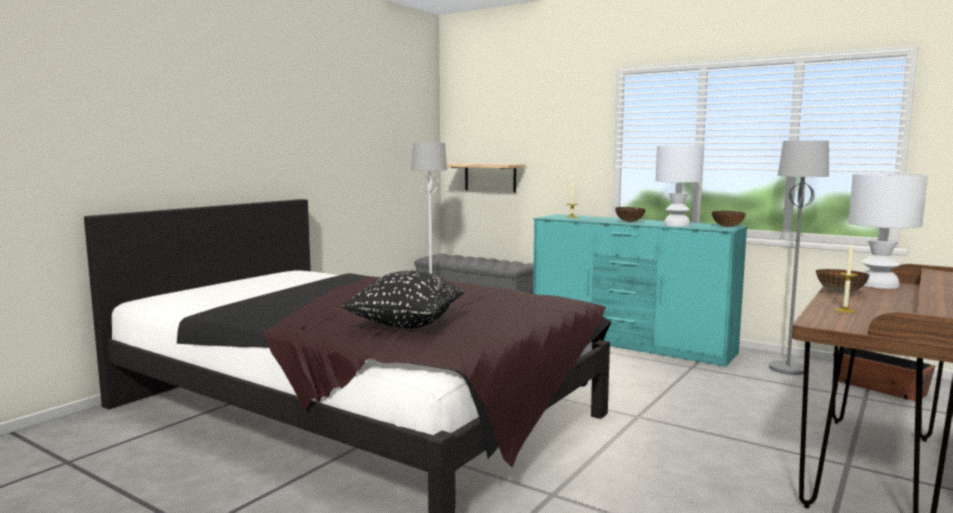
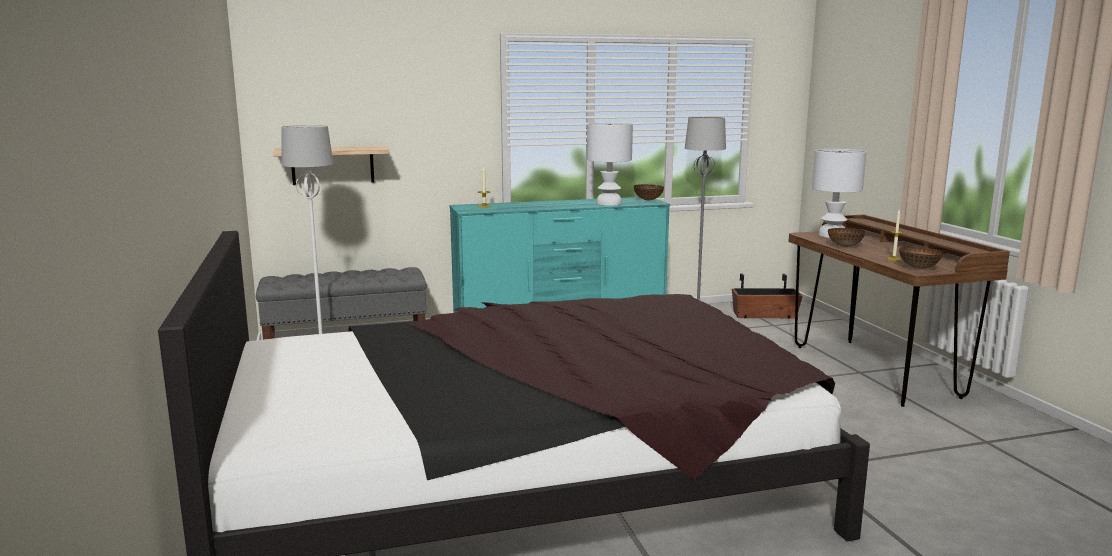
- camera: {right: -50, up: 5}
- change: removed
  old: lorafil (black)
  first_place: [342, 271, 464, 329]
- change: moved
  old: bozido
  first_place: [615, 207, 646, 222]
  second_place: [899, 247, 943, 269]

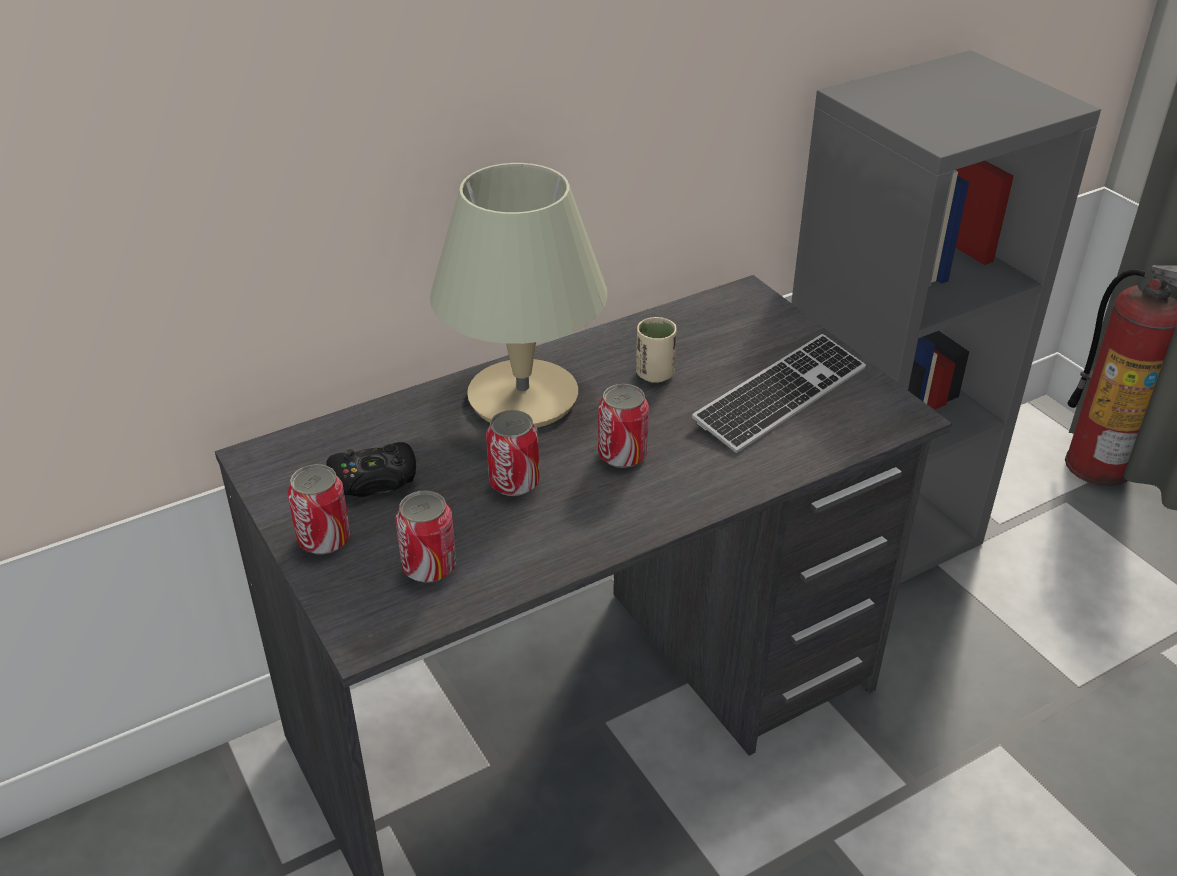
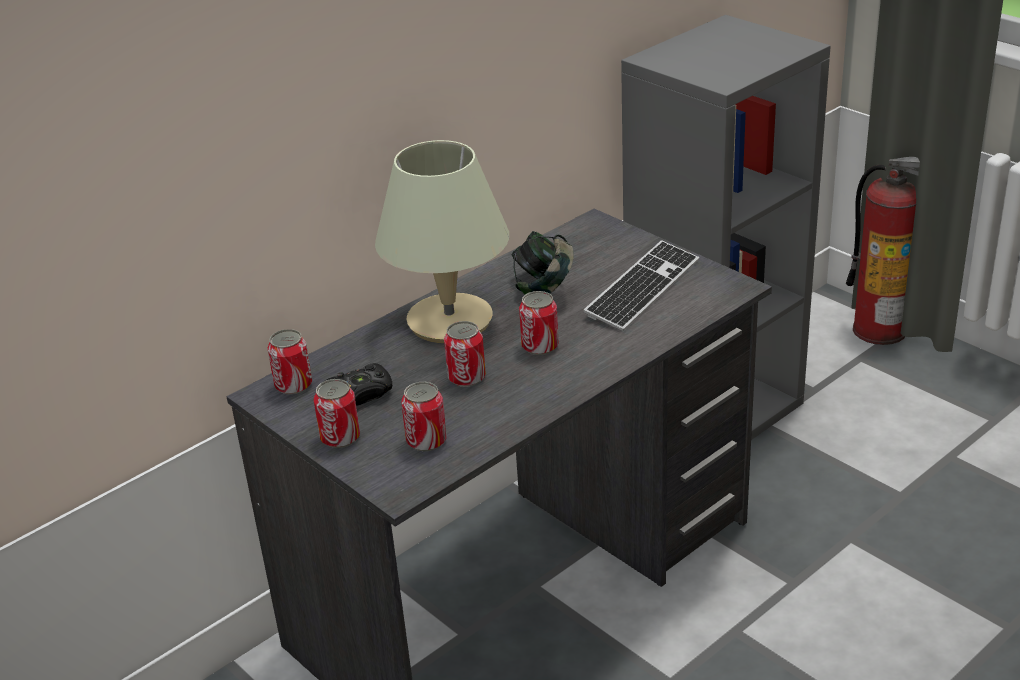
- camera: {right: -10, up: -5}
- change: replaced
  old: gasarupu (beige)
  new: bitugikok
  first_place: [636, 317, 677, 383]
  second_place: [511, 231, 574, 295]
- change: added
  new: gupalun
  second_place: [268, 329, 312, 395]

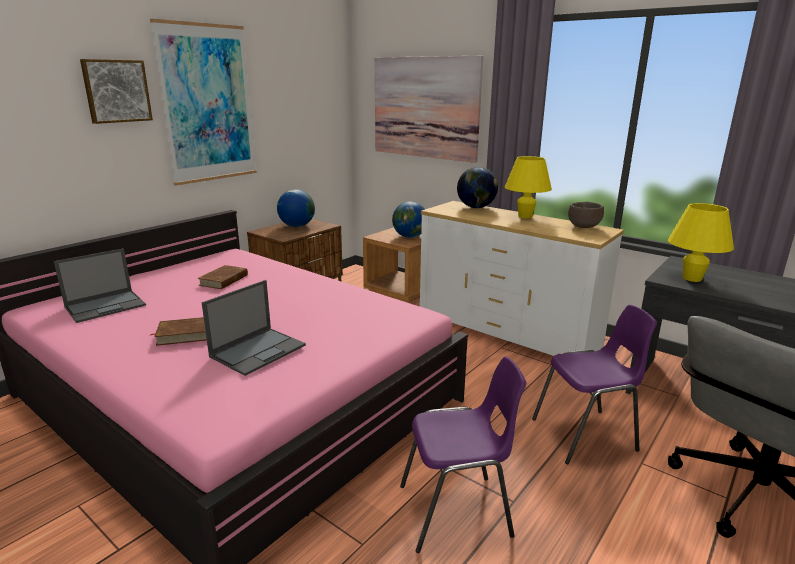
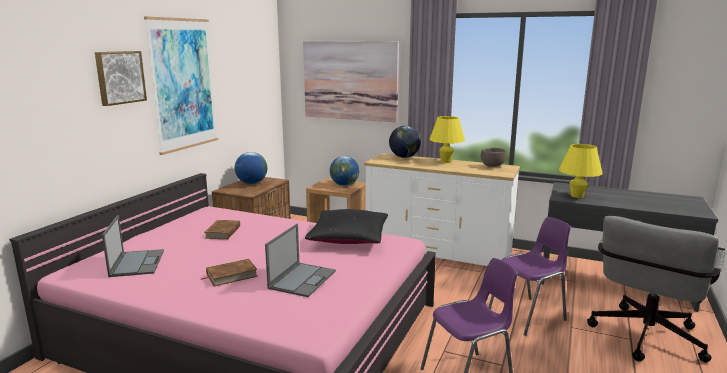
- camera: {right: -15, up: -5}
- change: turned
  old: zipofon
  first_place: [54, 248, 146, 323]
  second_place: [102, 215, 164, 277]
  degrees: -45
- change: added
  new: lorafil (black)
  second_place: [305, 209, 388, 244]

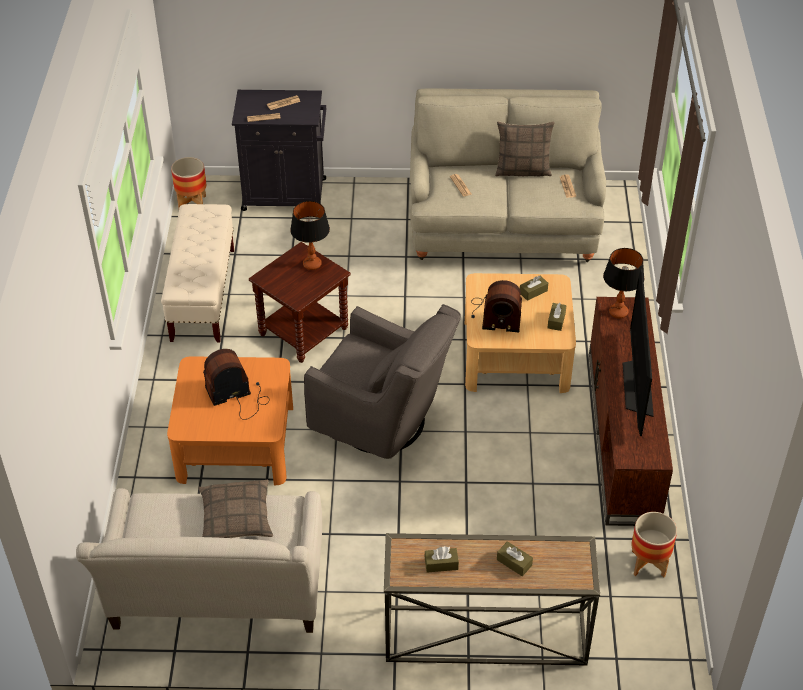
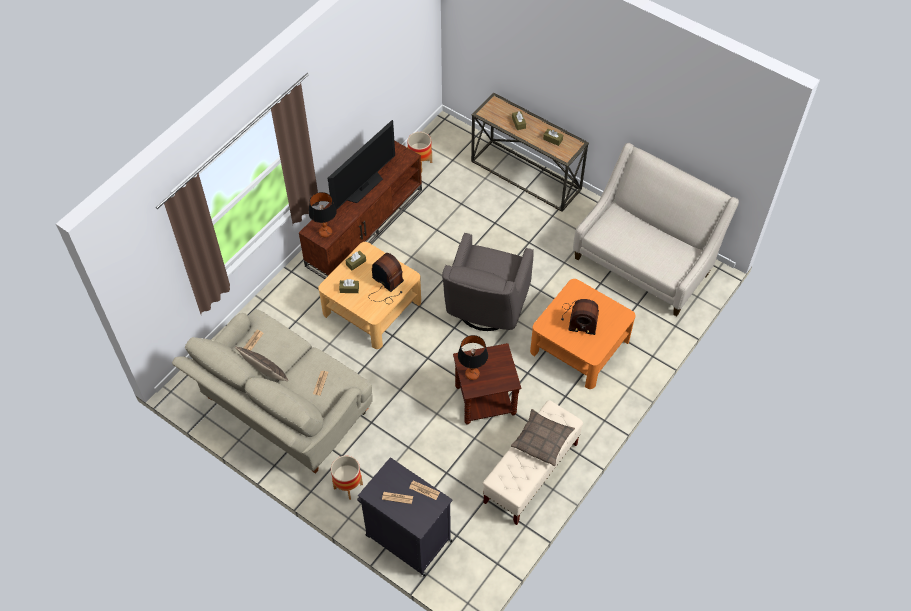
- camera: {right: -145, up: 10}
- change: moved
  old: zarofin
  first_place: [171, 157, 206, 208]
  second_place: [331, 456, 363, 500]
- change: moved
  old: lorafil
  first_place: [198, 480, 273, 538]
  second_place: [511, 409, 575, 466]
- change: turned
  old: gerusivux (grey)
  first_place: [304, 304, 461, 459]
  second_place: [442, 232, 534, 331]
  degrees: -135

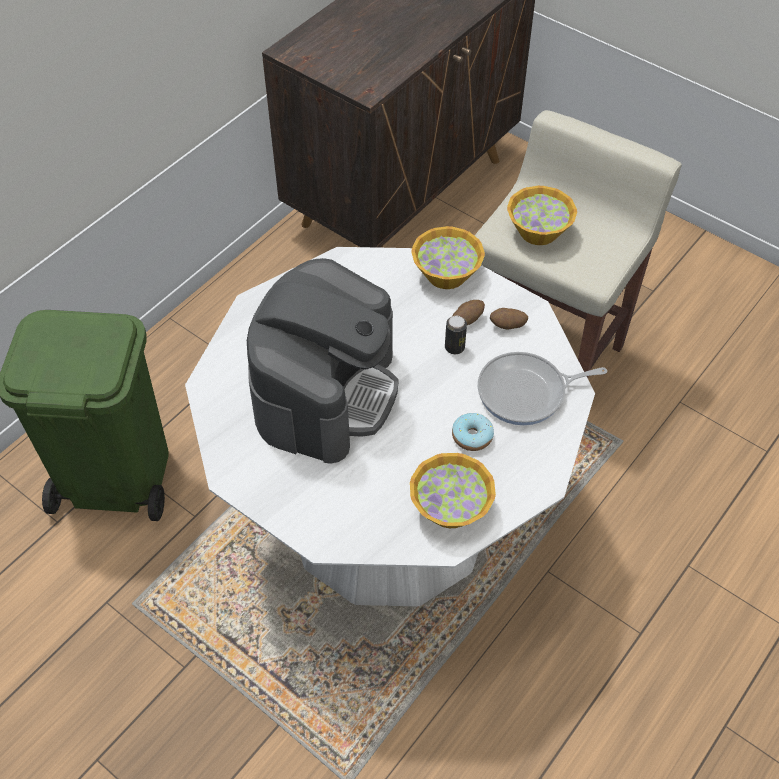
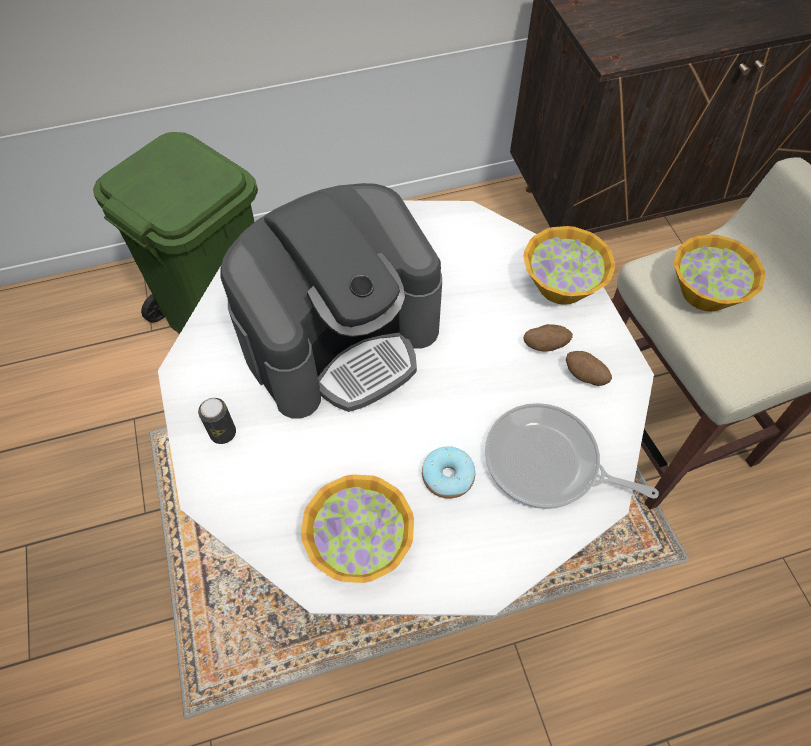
- camera: {right: 35, up: 5}
- change: moved
  old: gupalun
  first_place: [445, 316, 467, 354]
  second_place: [198, 398, 236, 444]

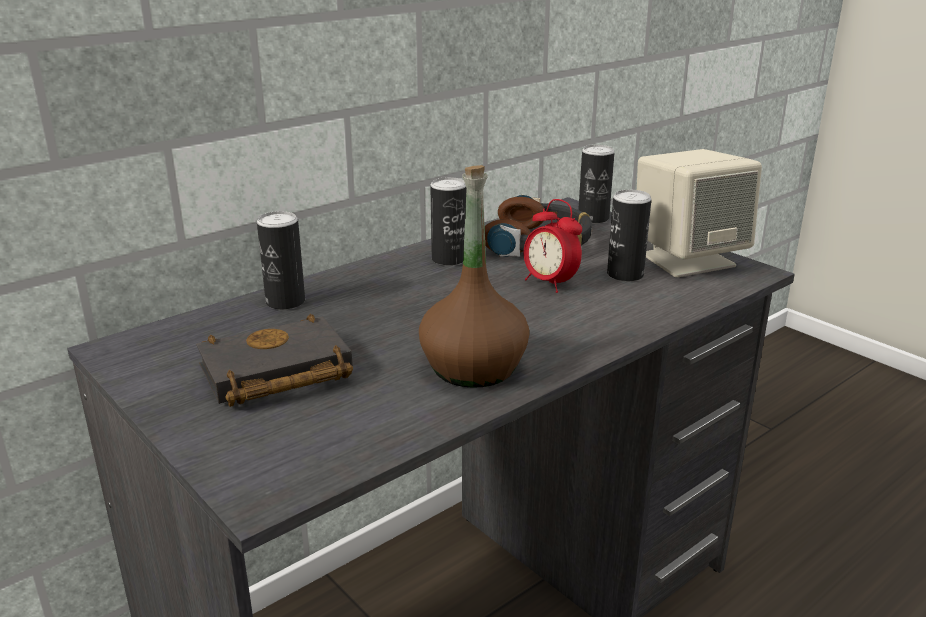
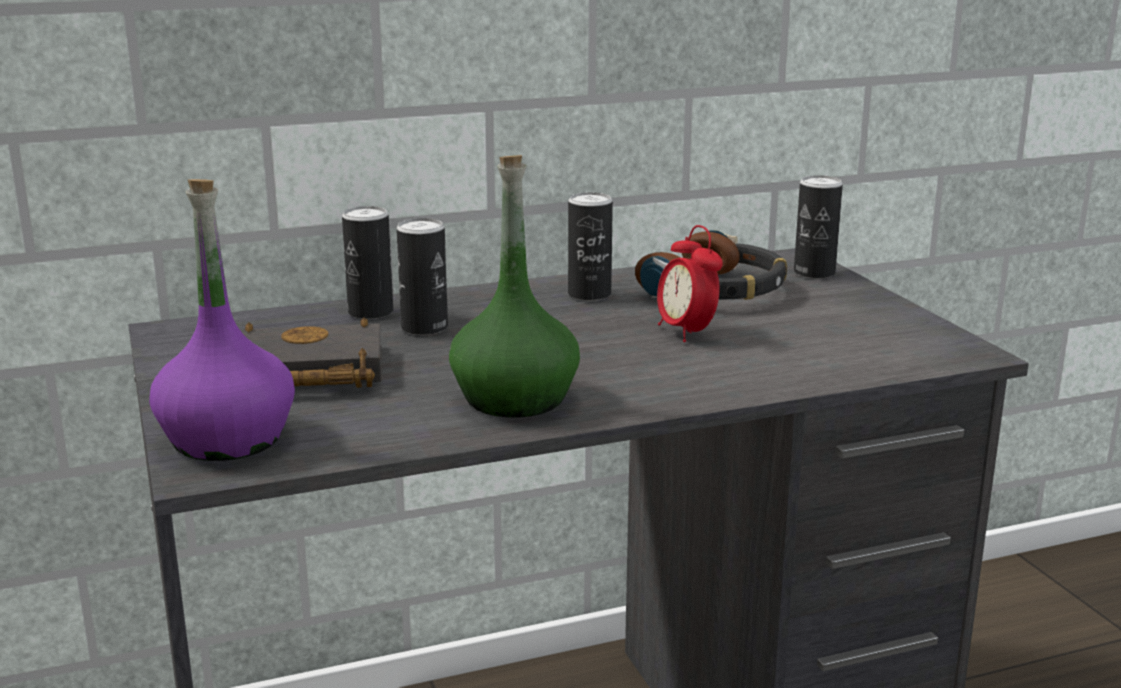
- camera: {right: 20, up: -5}
- change: recoloured
  old: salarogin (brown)
  new: salarogin (green)
  first_place: [419, 165, 530, 388]
  second_place: [449, 155, 580, 417]
- change: moved
  old: gupalun
  first_place: [607, 190, 652, 282]
  second_place: [396, 218, 448, 335]
- change: removed
  old: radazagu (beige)
  first_place: [637, 149, 762, 278]
- change: added
  new: salarogin (purple)
  second_place: [149, 179, 295, 461]

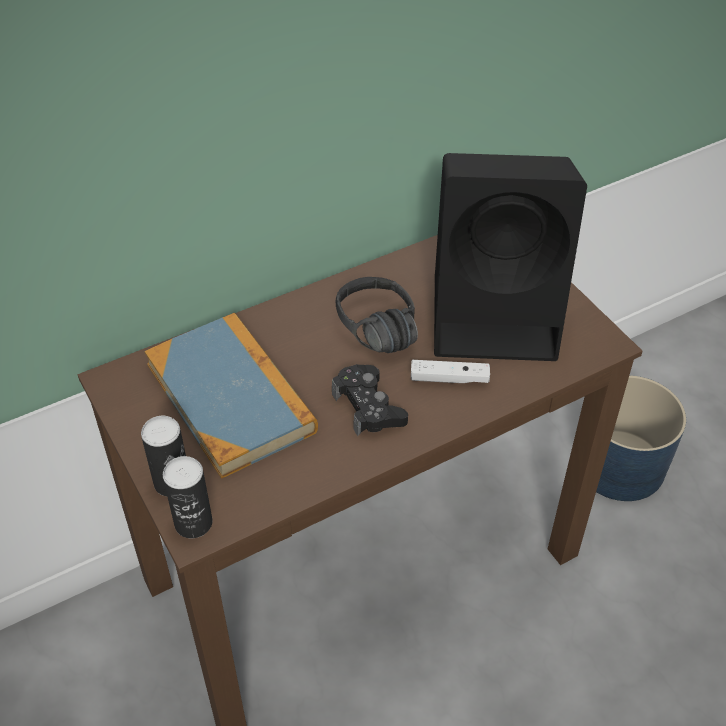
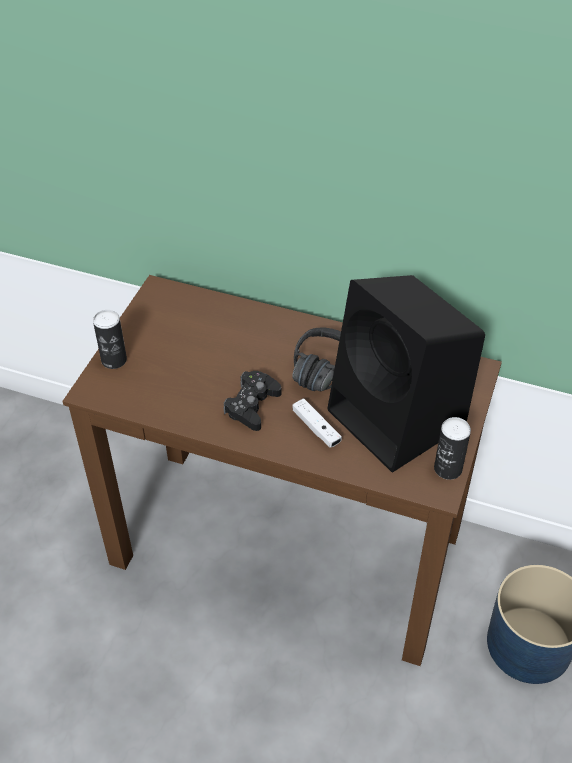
- camera: {right: 50, up: 0}
- change: removed
  old: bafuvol
  first_place: [144, 313, 318, 479]
- change: moved
  old: gupalun
  first_place: [163, 456, 213, 538]
  second_place: [434, 417, 471, 480]

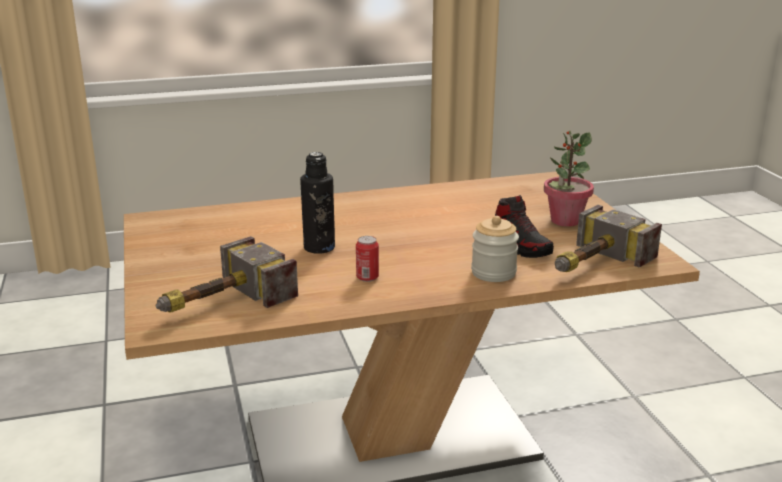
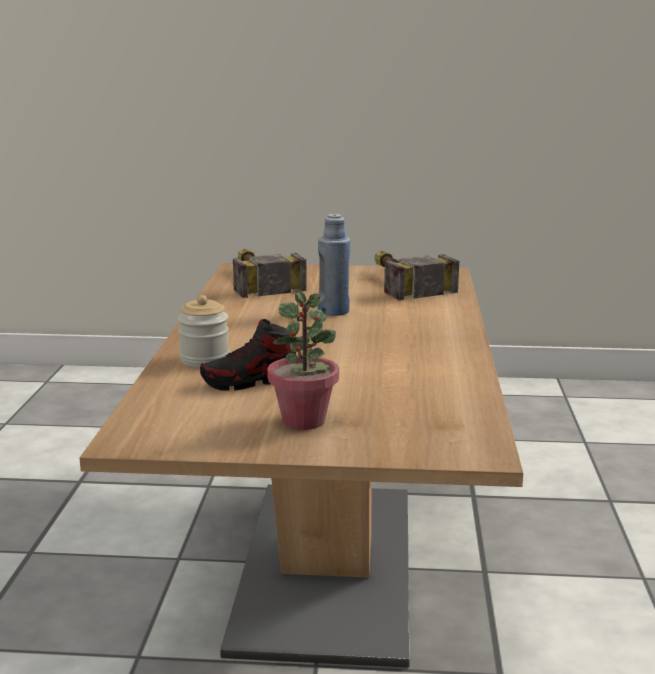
- camera: {right: 110, up: -5}
- change: recoloured
  old: salarogin (black)
  new: salarogin (blue)
  first_place: [300, 152, 335, 254]
  second_place: [318, 214, 350, 316]
- change: removed
  old: gupalun
  first_place: [356, 236, 379, 282]
- change: moved
  old: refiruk
  first_place: [555, 205, 662, 272]
  second_place: [375, 251, 459, 301]

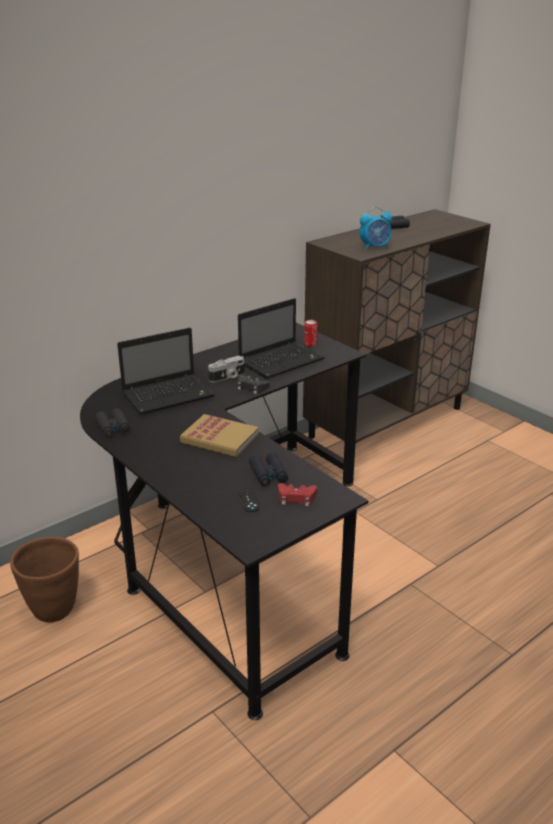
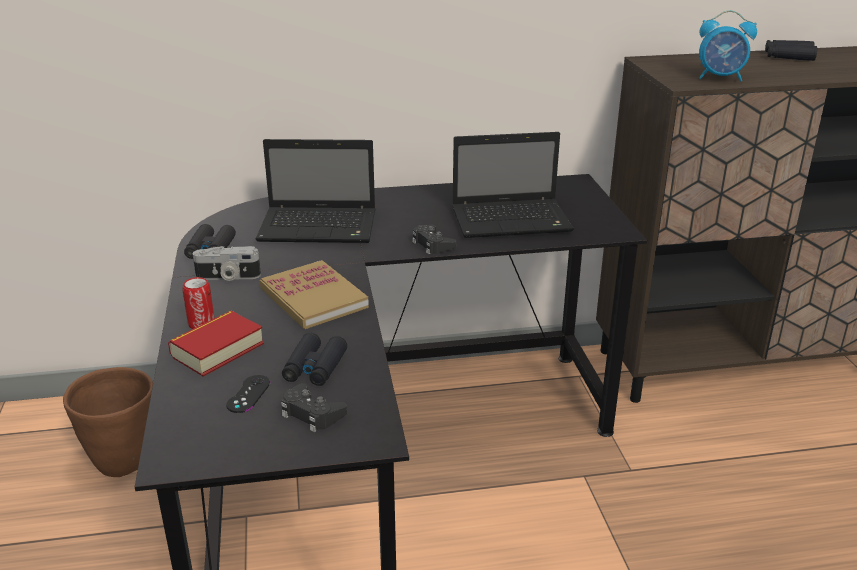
- camera: {right: 30, up: 0}
- change: moved
  old: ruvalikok
  first_place: [208, 356, 244, 382]
  second_place: [193, 246, 261, 281]
- change: recoloured
  old: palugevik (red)
  new: palugevik (black)
  first_place: [278, 483, 317, 506]
  second_place: [281, 383, 347, 432]
- change: moved
  old: gupalun
  first_place: [304, 320, 318, 347]
  second_place: [182, 277, 214, 329]
- change: added
  new: bafuvol
  second_place: [168, 311, 264, 377]

